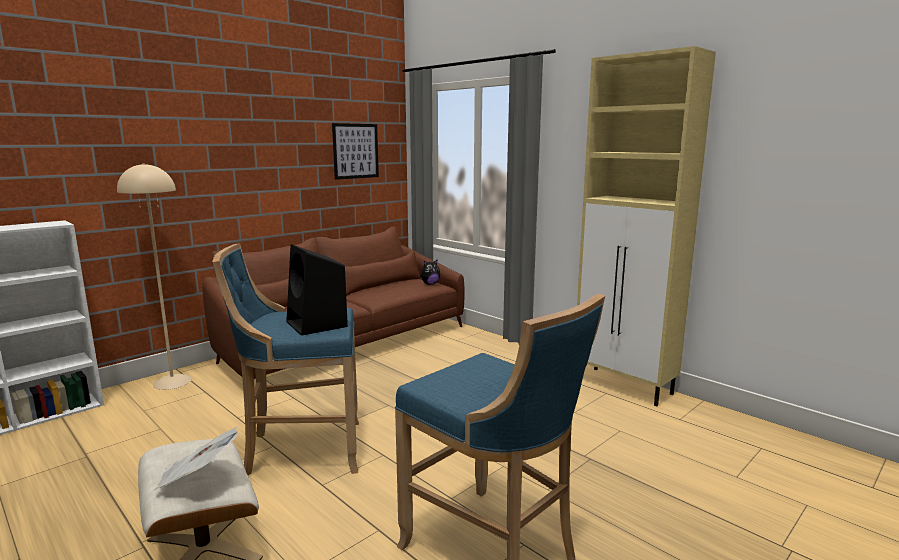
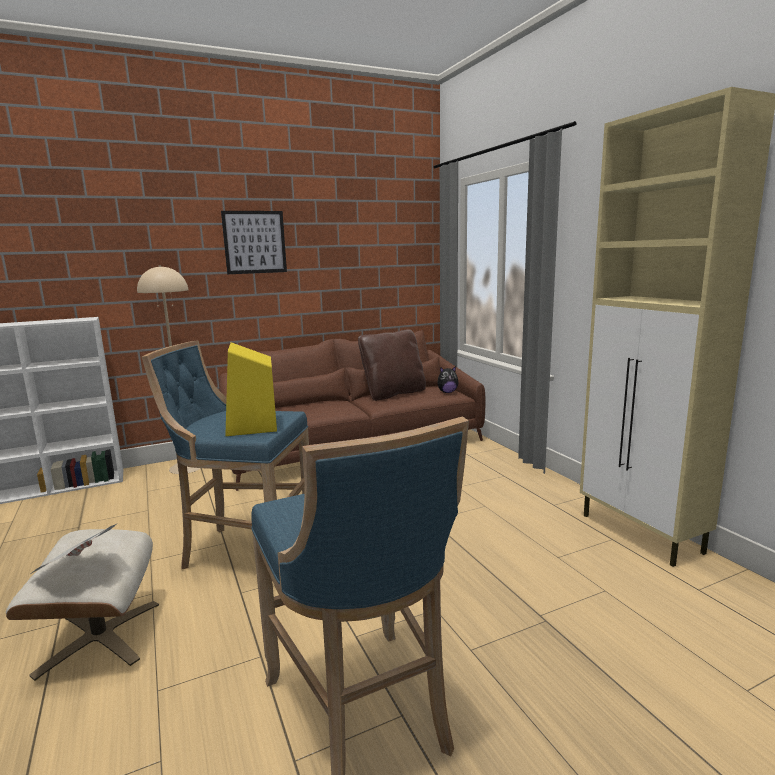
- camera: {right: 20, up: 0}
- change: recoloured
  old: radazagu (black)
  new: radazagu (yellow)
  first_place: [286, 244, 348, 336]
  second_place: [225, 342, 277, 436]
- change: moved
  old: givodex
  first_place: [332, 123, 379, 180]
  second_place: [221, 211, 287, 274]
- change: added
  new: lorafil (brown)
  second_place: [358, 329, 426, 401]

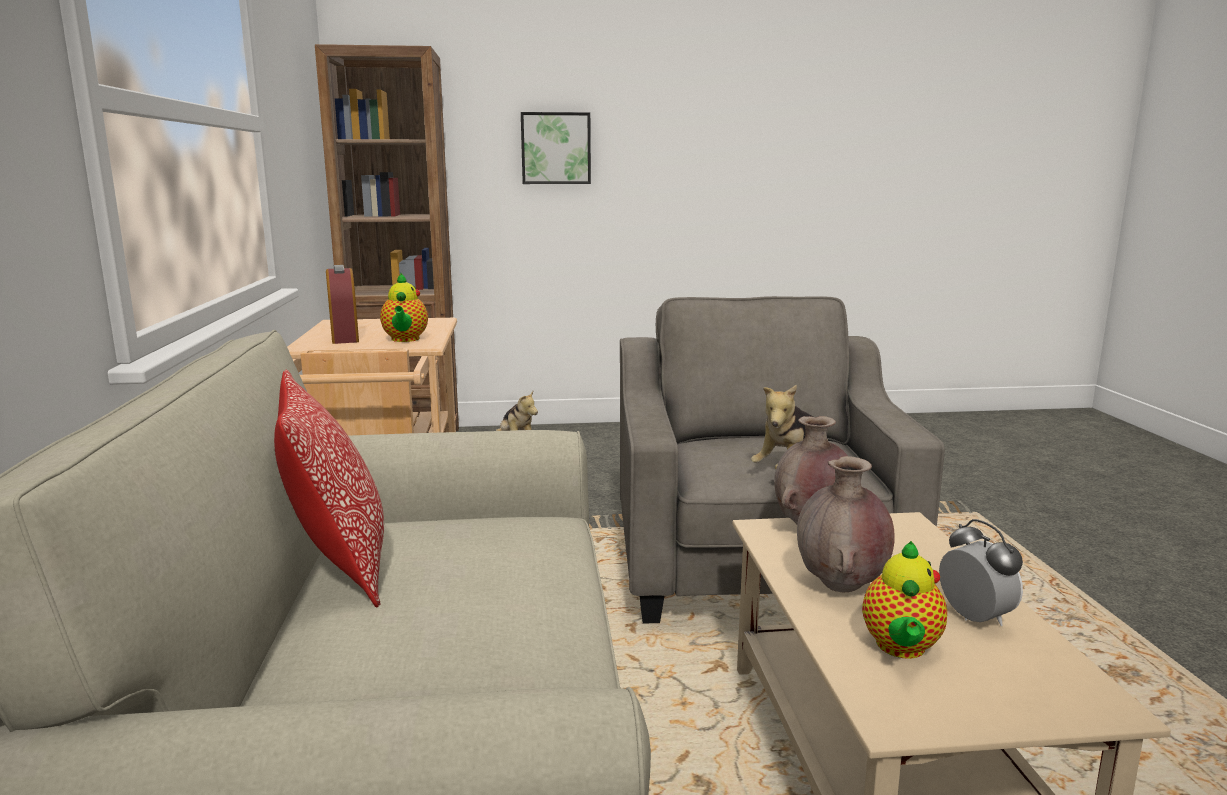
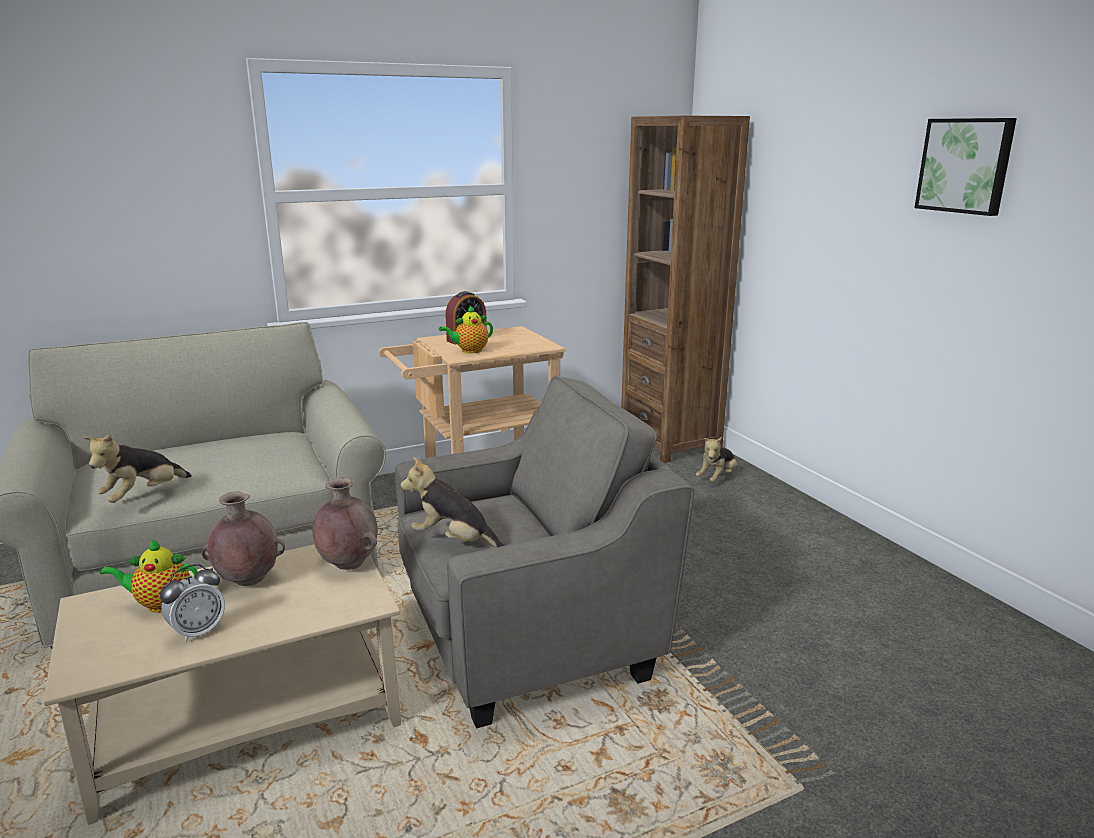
- camera: {right: 70, up: 5}
- change: removed
  old: lorafil
  first_place: [274, 370, 384, 607]
- change: moved
  old: givodex
  first_place: [521, 112, 591, 184]
  second_place: [914, 118, 1017, 216]
- change: added
  new: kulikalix
  second_place: [83, 434, 192, 503]

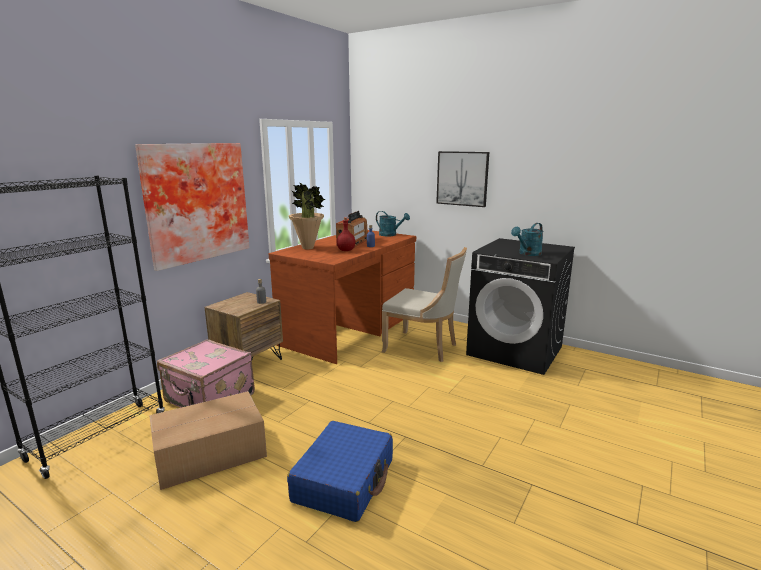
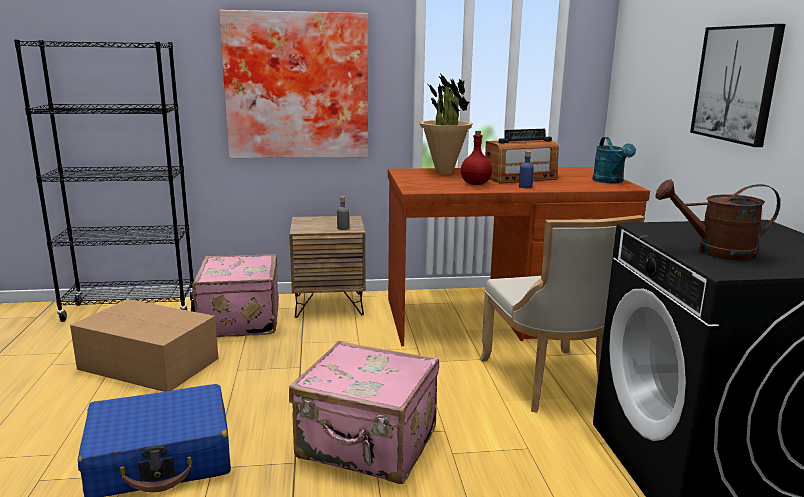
- camera: {right: 50, up: 0}
- change: recoloured
  old: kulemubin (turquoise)
  new: kulemubin (brown)
  first_place: [511, 223, 543, 256]
  second_place: [656, 179, 780, 261]
- change: added
  new: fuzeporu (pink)
  second_place: [289, 340, 439, 484]

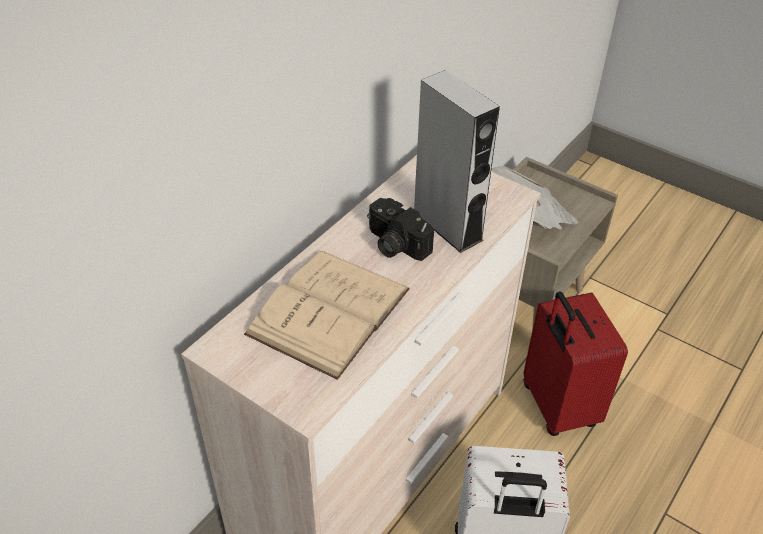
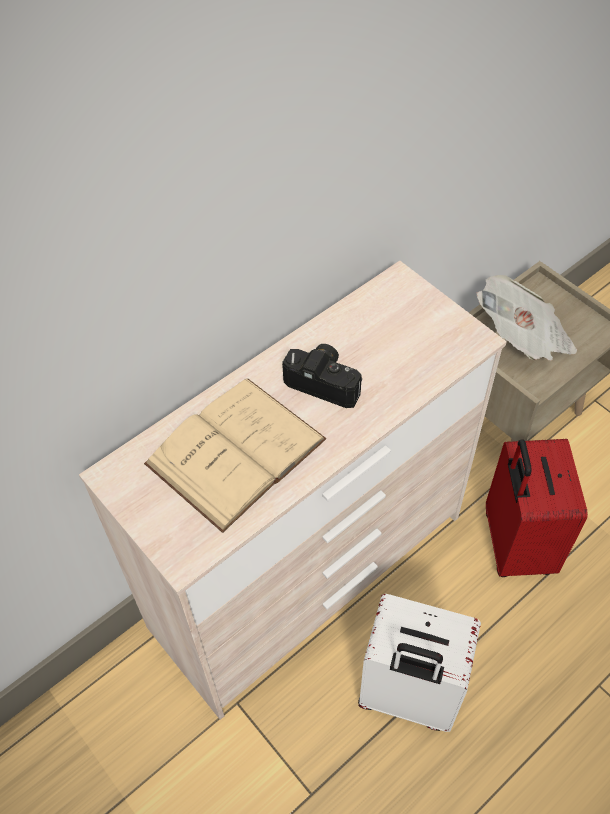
- camera: {right: 15, up: 10}
- change: turned
  old: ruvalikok
  first_place: [367, 198, 434, 261]
  second_place: [282, 344, 362, 408]
  degrees: 150
- change: removed
  old: radazagu (grey)
  first_place: [414, 70, 500, 253]

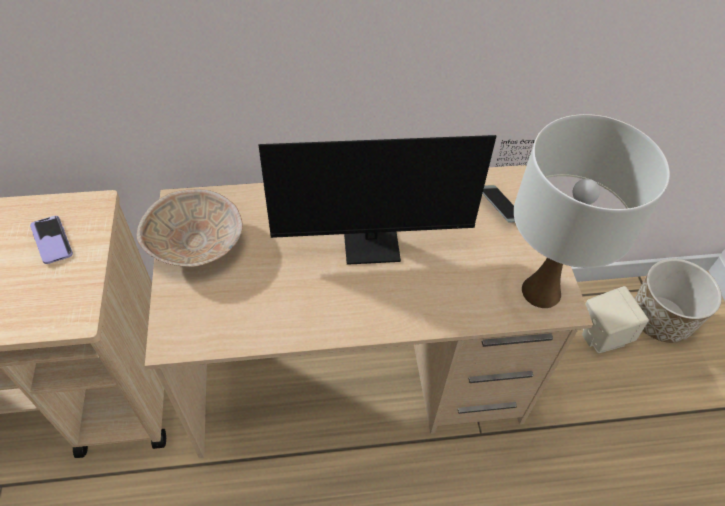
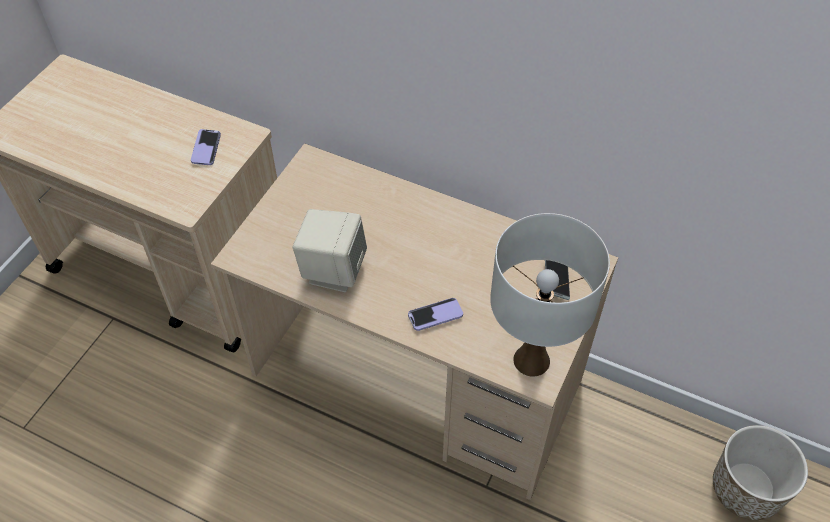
- camera: {right: 35, up: 0}
- change: removed
  old: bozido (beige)
  first_place: [137, 189, 243, 267]
- change: removed
  old: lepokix
  first_place: [259, 135, 534, 265]
- change: moved
  old: radazagu (beige)
  first_place: [582, 286, 649, 353]
  second_place: [293, 209, 367, 292]
- change: added
  new: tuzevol
  second_place: [408, 298, 463, 331]

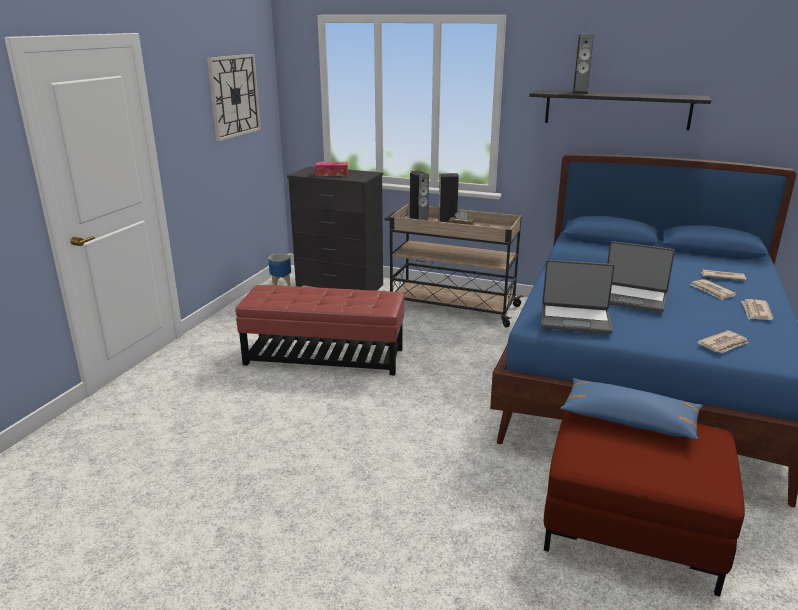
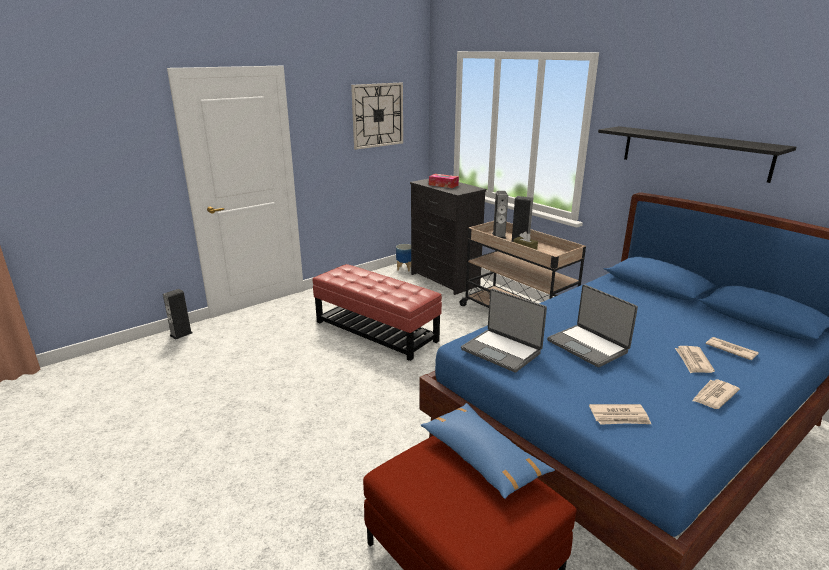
- camera: {right: 30, up: 0}
- change: moved
  old: radazagu
  first_place: [572, 33, 594, 94]
  second_place: [163, 289, 193, 340]

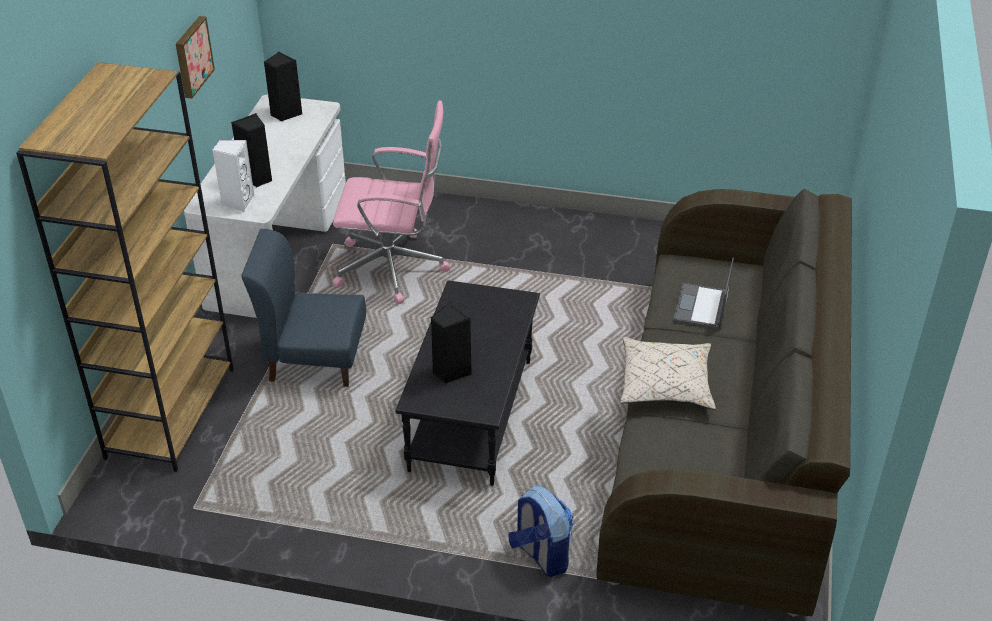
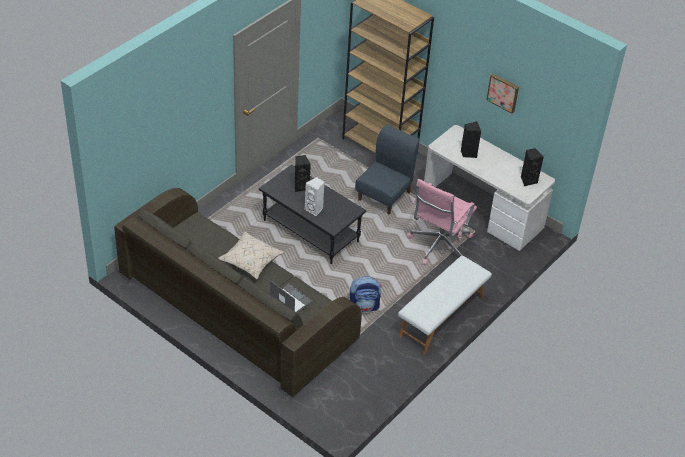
- camera: {right: 115, up: 5}
- change: moved
  old: radazagu (white)
  first_place: [212, 140, 255, 212]
  second_place: [305, 177, 324, 216]
- change: moved
  old: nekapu
  first_place: [509, 485, 574, 577]
  second_place: [350, 276, 382, 312]
- change: added
  new: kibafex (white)
  second_place: [398, 255, 492, 354]

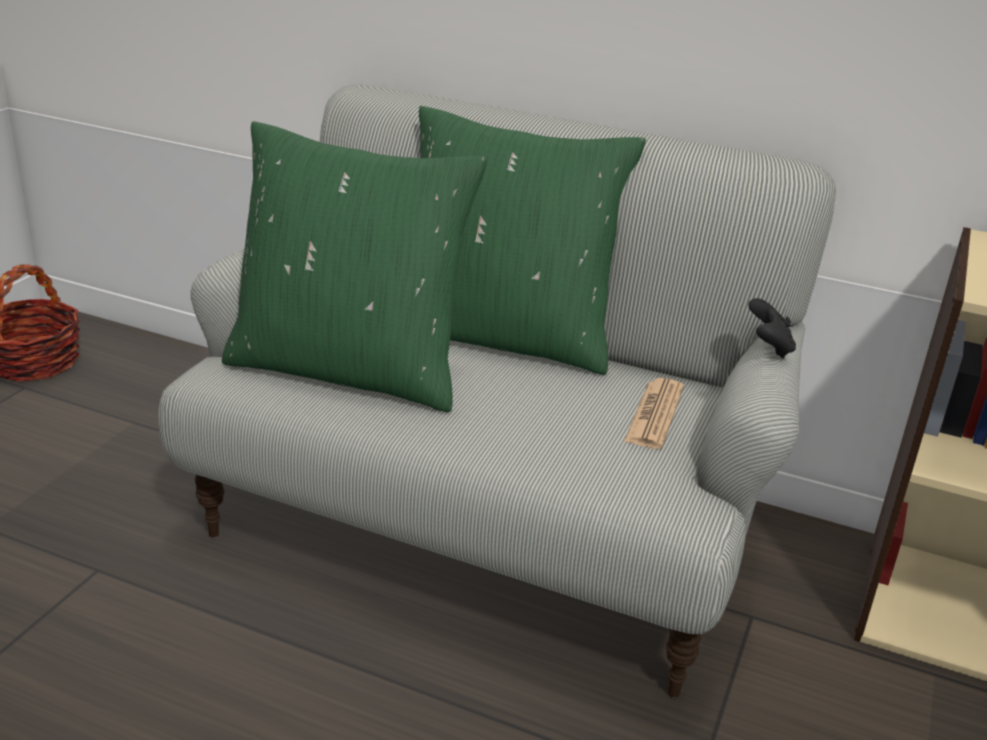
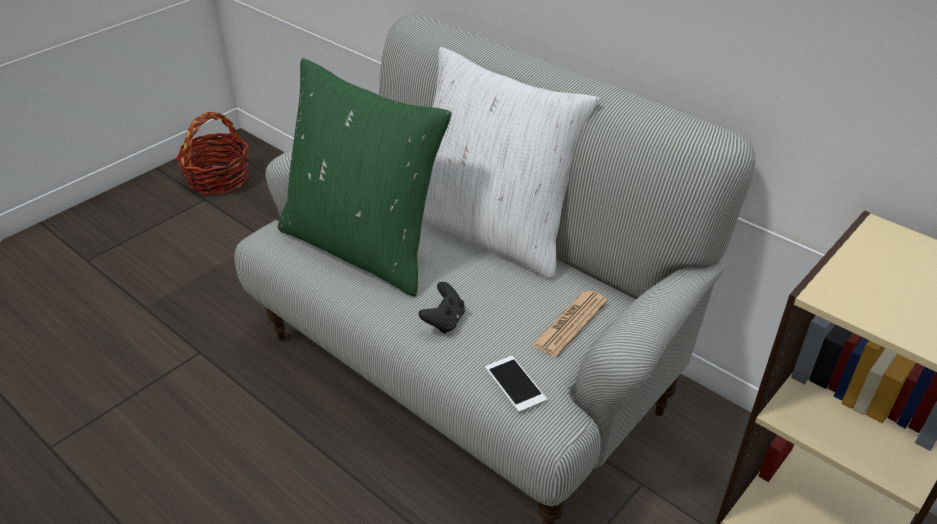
- camera: {right: 20, up: 10}
- change: recoloured
  old: lorafil (green)
  new: lorafil (white)
  first_place: [419, 106, 646, 375]
  second_place: [422, 47, 600, 279]
- change: moved
  old: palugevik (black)
  first_place: [748, 298, 796, 358]
  second_place: [419, 282, 465, 334]
- change: added
  new: tuzevol
  second_place: [485, 356, 547, 412]

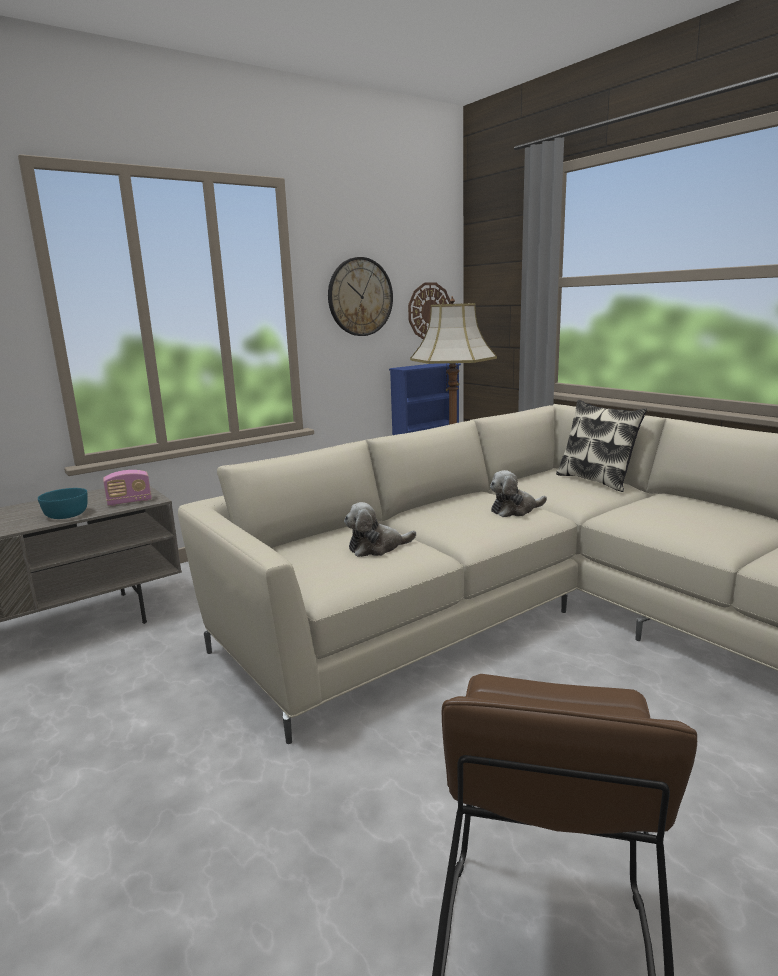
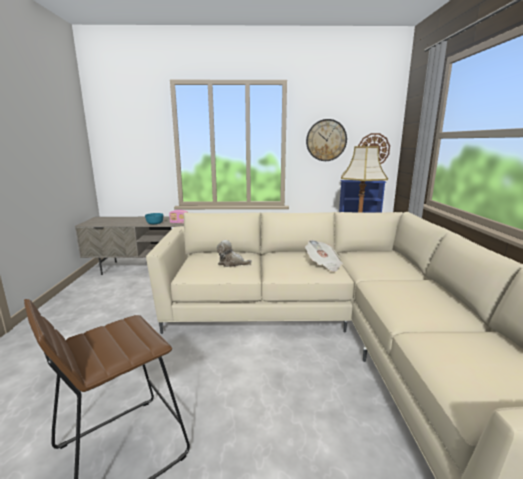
- camera: {right: 35, up: 0}
- change: replaced
  old: kulikalix
  new: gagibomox
  first_place: [490, 470, 547, 517]
  second_place: [305, 240, 343, 272]
- change: removed
  old: lorafil
  first_place: [556, 400, 647, 492]

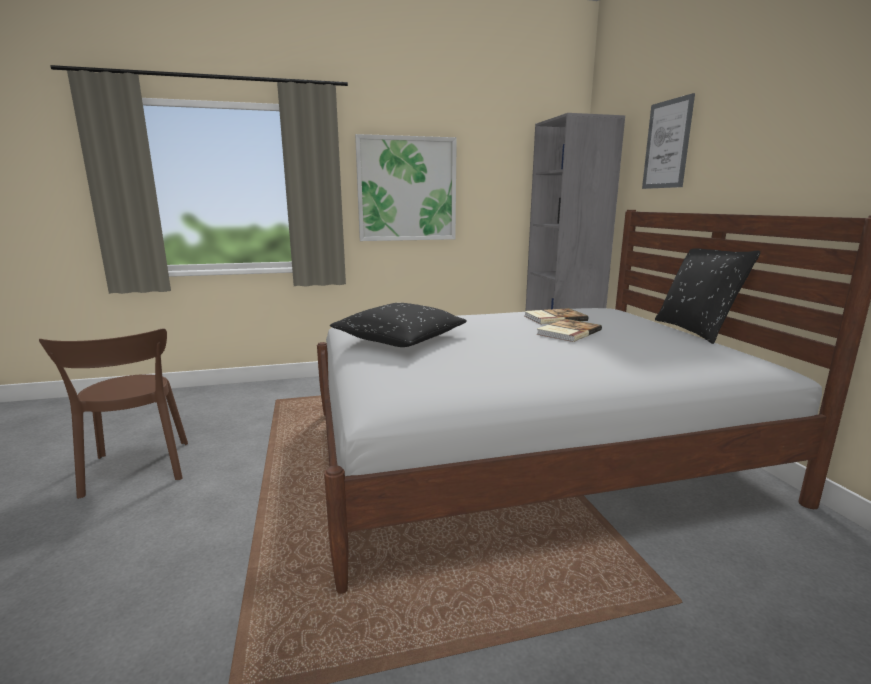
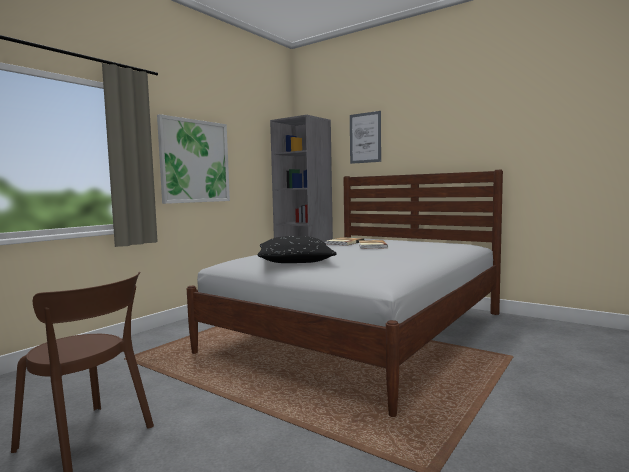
- camera: {right: -40, up: -10}
- change: removed
  old: lorafil (black)
  first_place: [655, 248, 760, 344]

